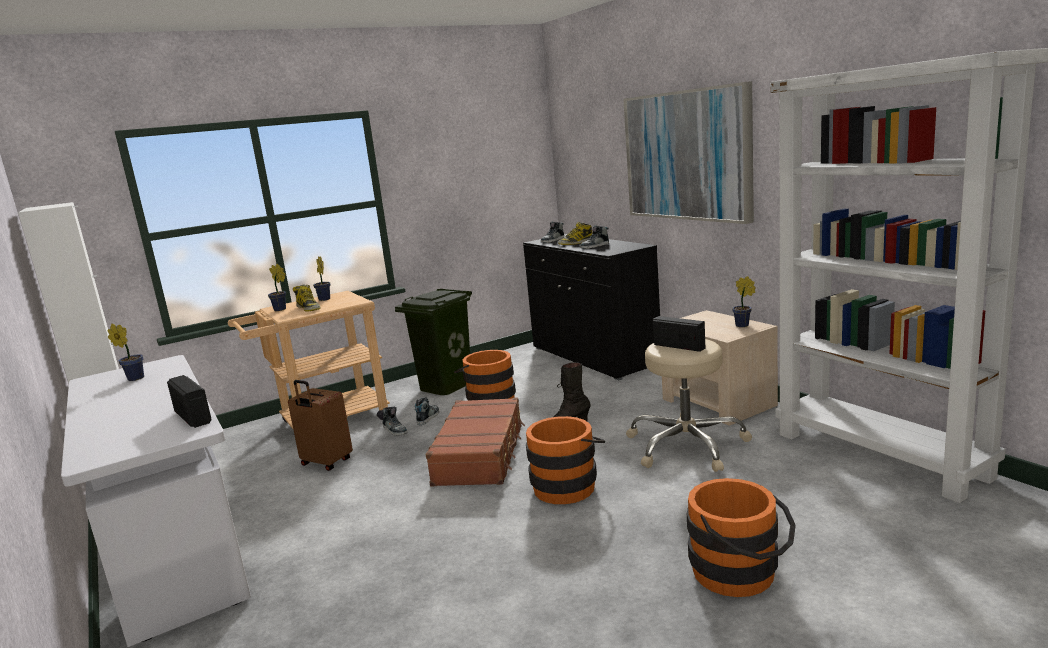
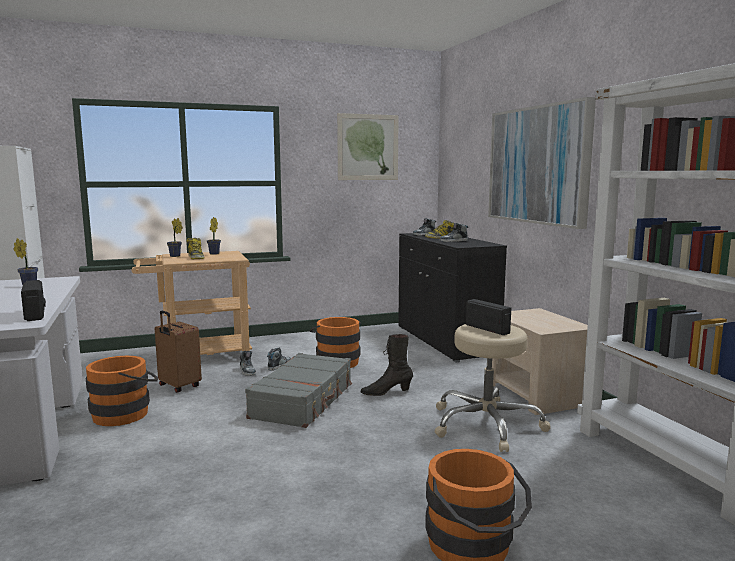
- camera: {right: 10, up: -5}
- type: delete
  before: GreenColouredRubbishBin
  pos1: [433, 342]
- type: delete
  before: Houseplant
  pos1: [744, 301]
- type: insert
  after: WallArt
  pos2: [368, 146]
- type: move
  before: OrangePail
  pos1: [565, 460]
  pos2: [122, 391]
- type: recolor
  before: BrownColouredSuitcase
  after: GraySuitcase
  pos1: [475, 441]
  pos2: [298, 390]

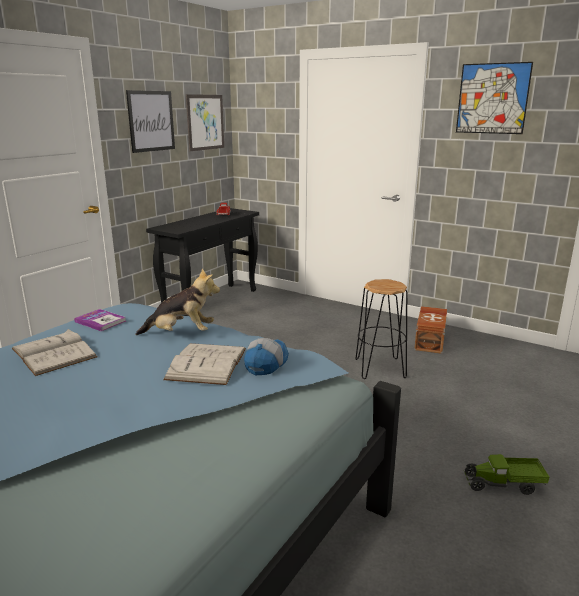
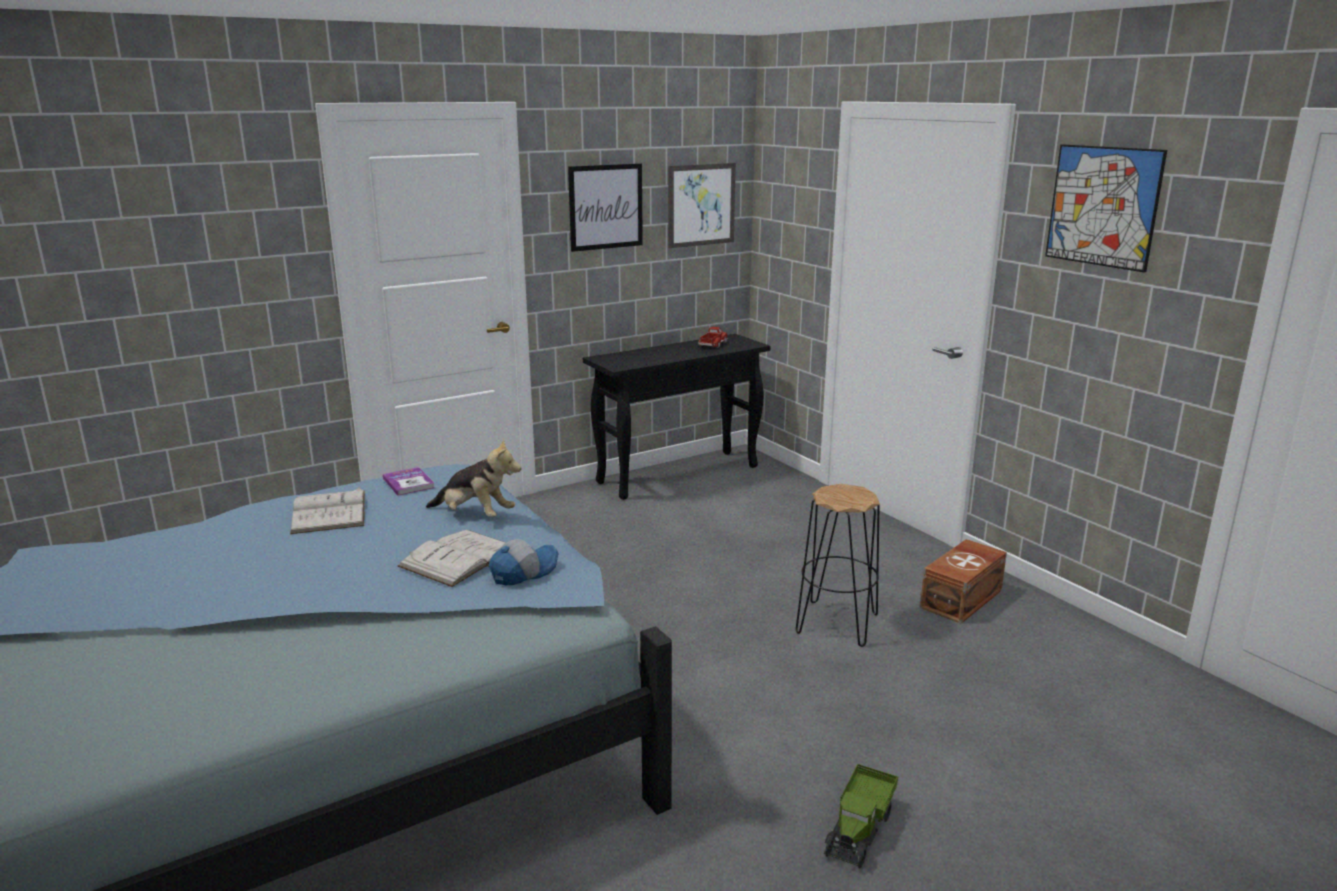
- camera: {right: 25, up: 0}
- type: rotate
  before: ToyTruck
  pos1: [507, 474]
  pos2: [861, 816]
  turn: -90

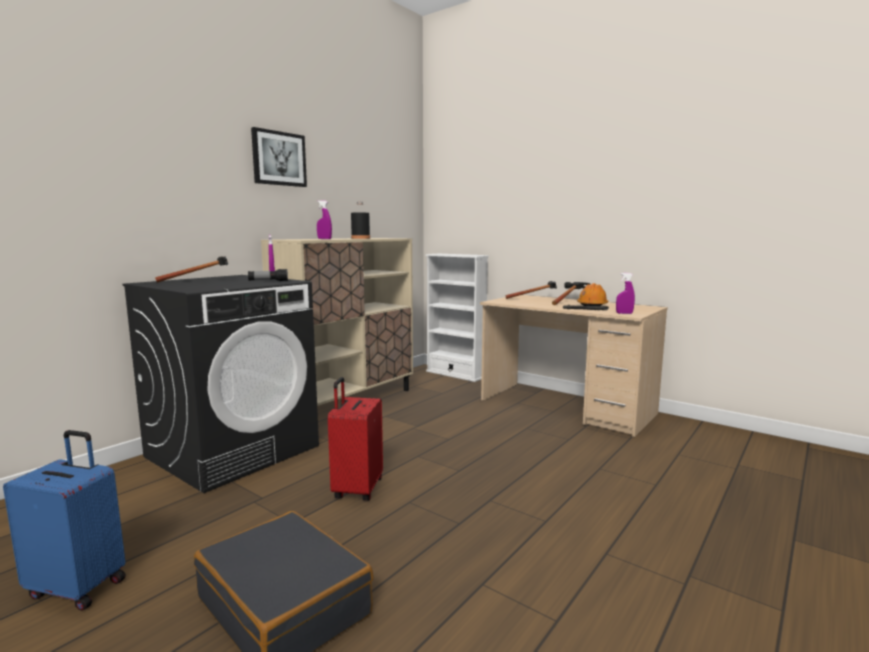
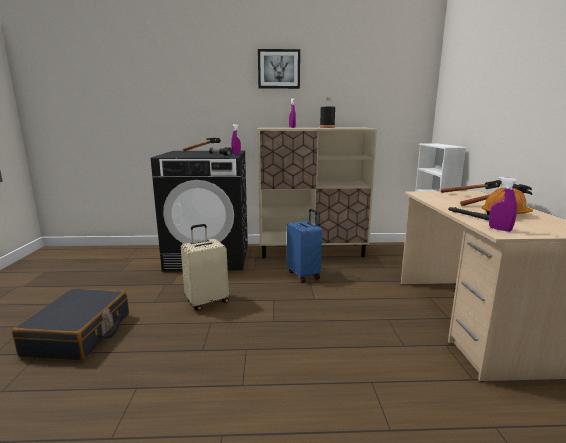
- camera: {right: 50, up: 5}
- type: move
  before: BlueColouredSuitcase
  pos1: [64, 520]
  pos2: [304, 246]
- type: recolor
  before: RedSuitcase
  after: BeigeSuitcase
  pos1: [355, 439]
  pos2: [205, 267]

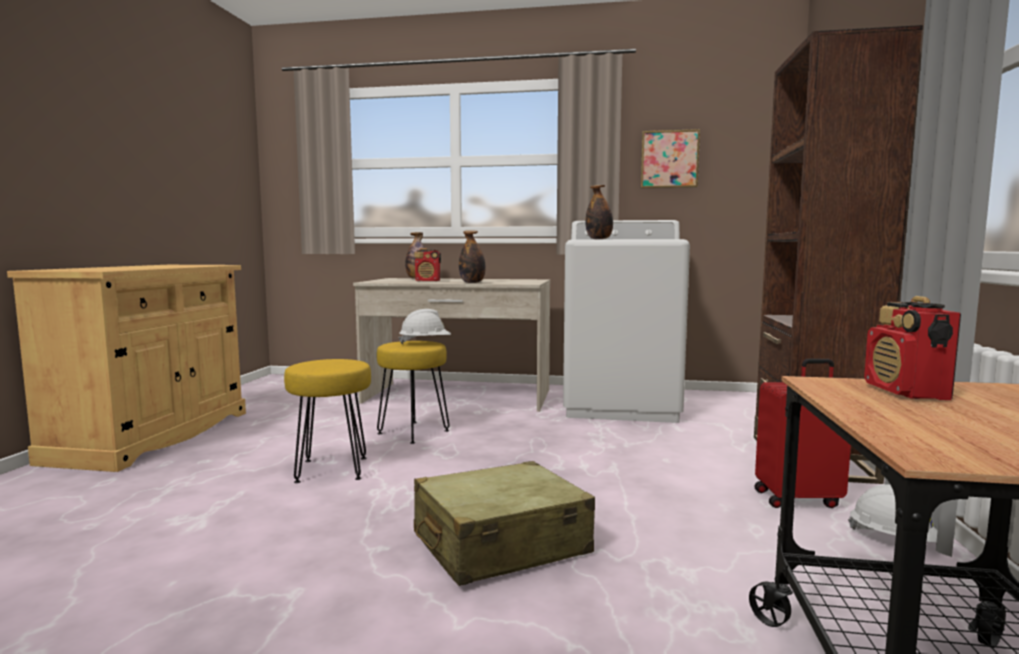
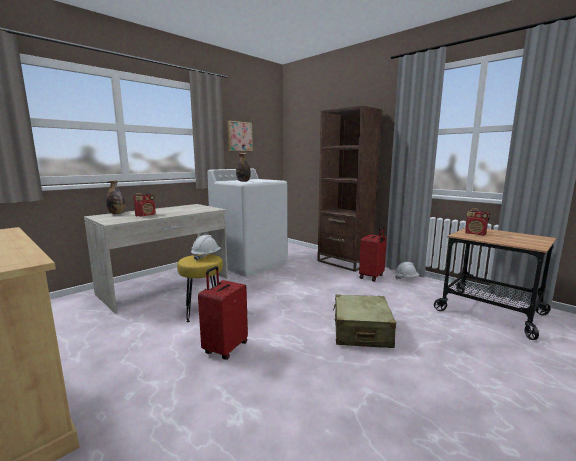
- camera: {right: -55, up: 5}
- type: delete
  before: BeverageBottle
  pos1: [472, 256]
- type: replace
  before: YellowStool
  after: RedSuitcase
  pos1: [327, 421]
  pos2: [223, 313]

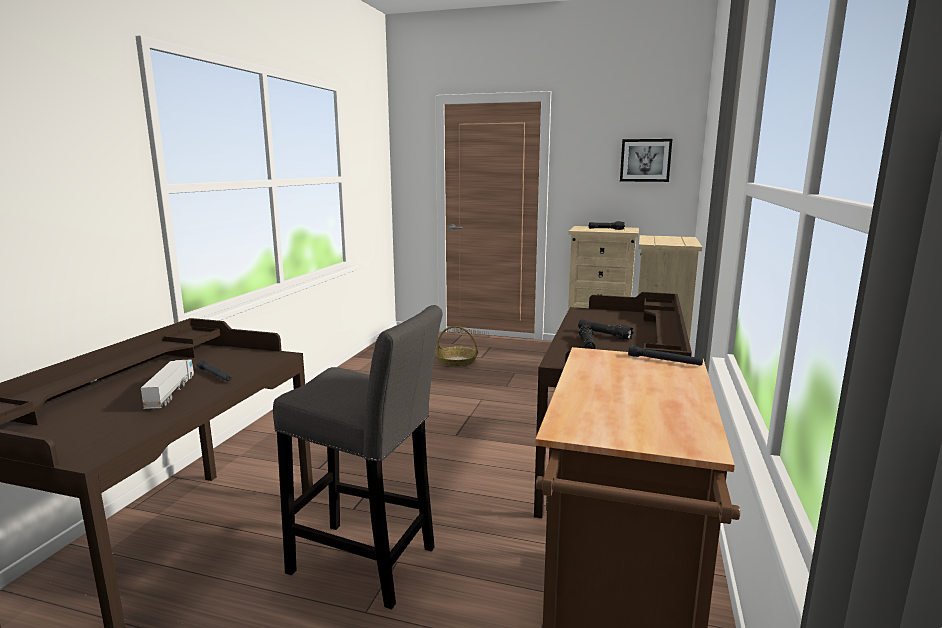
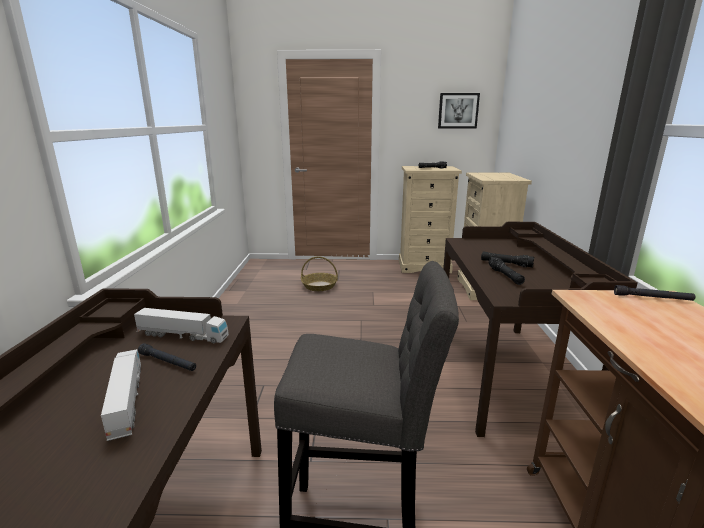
- camera: {right: -15, up: 5}
- type: insert
  after: ToyTruck
  pos2: [181, 325]

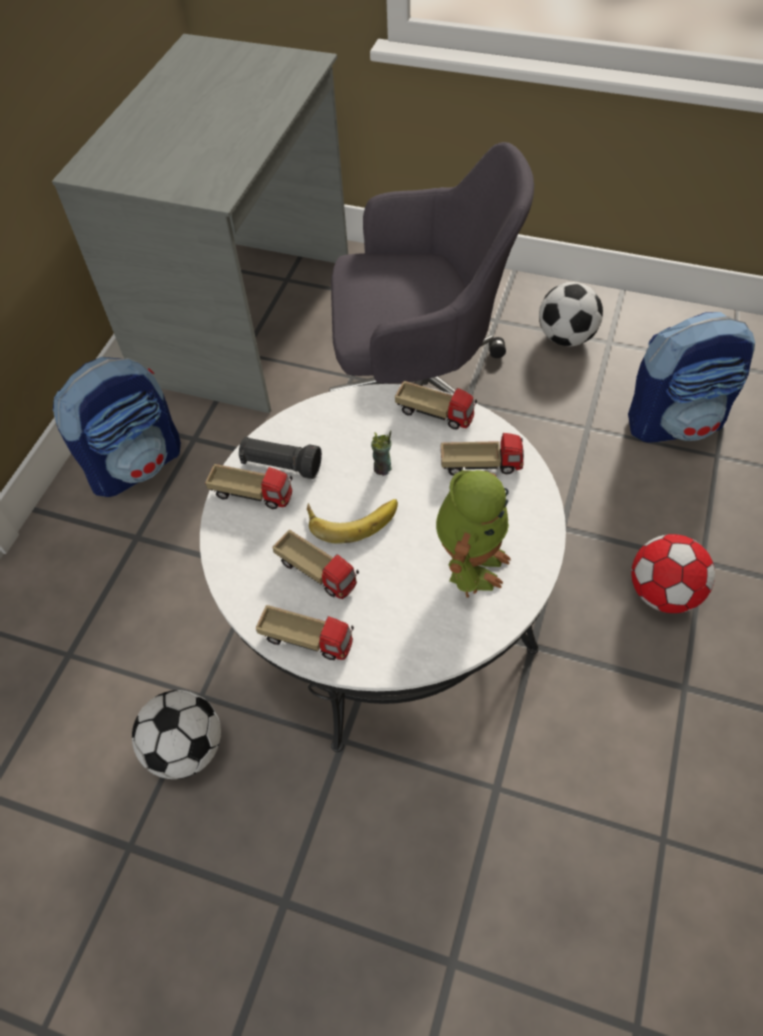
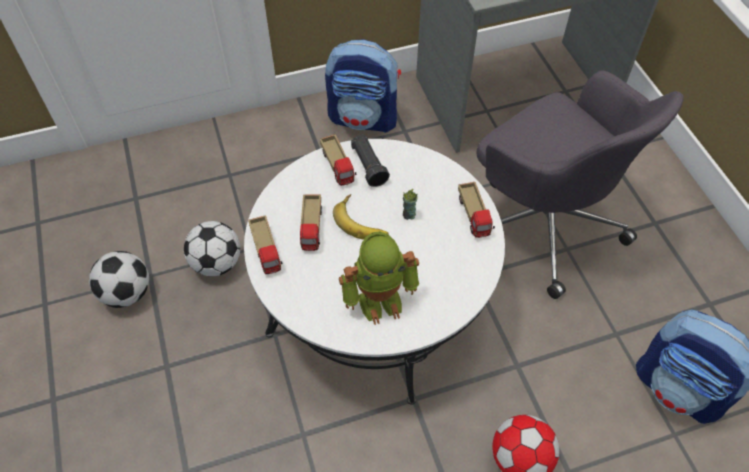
- camera: {right: 50, up: 0}
- type: delete
  before: ToyTruck
  pos1: [482, 454]
- type: move
  before: BallForFootball
  pos1: [571, 314]
  pos2: [119, 279]

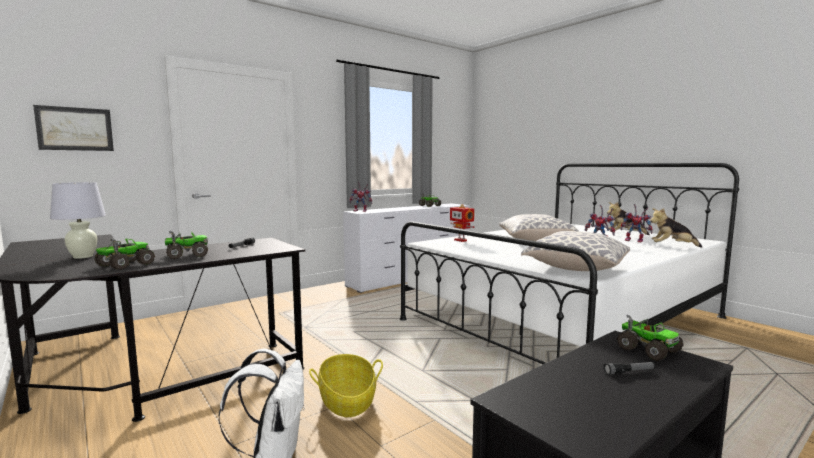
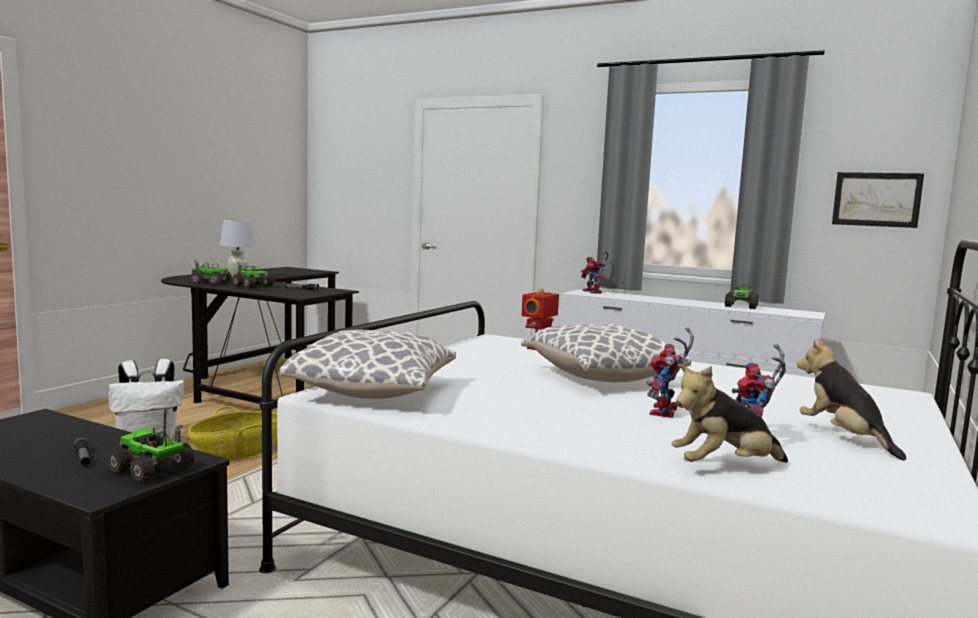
- camera: {right: 65, up: 0}
- type: move
  before: WallArt
  pos1: [73, 128]
  pos2: [878, 200]
- type: rotate
  before: ToyTruck
  pos1: [650, 338]
  pos2: [151, 454]
  turn: 90
- type: rotate
  before: CuddlyToy
  pos1: [676, 228]
  pos2: [729, 413]
  turn: -90

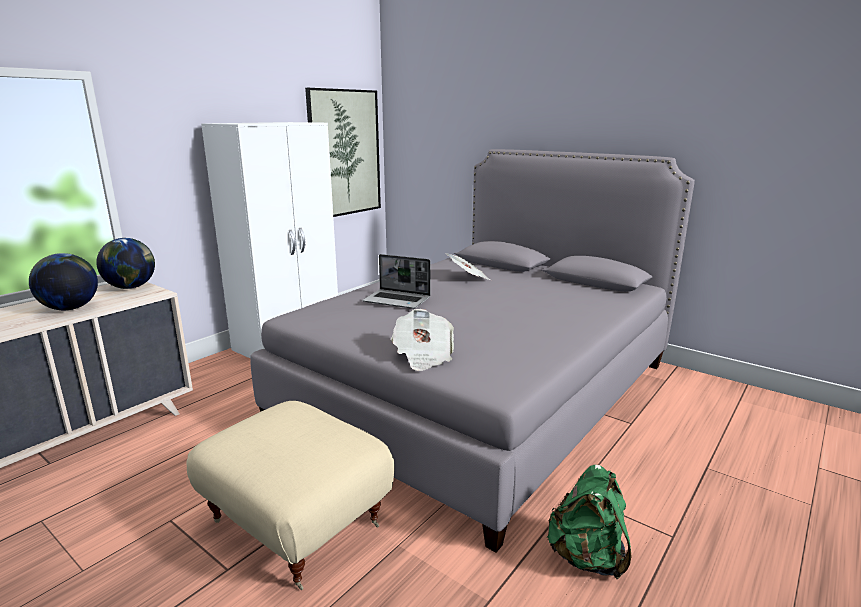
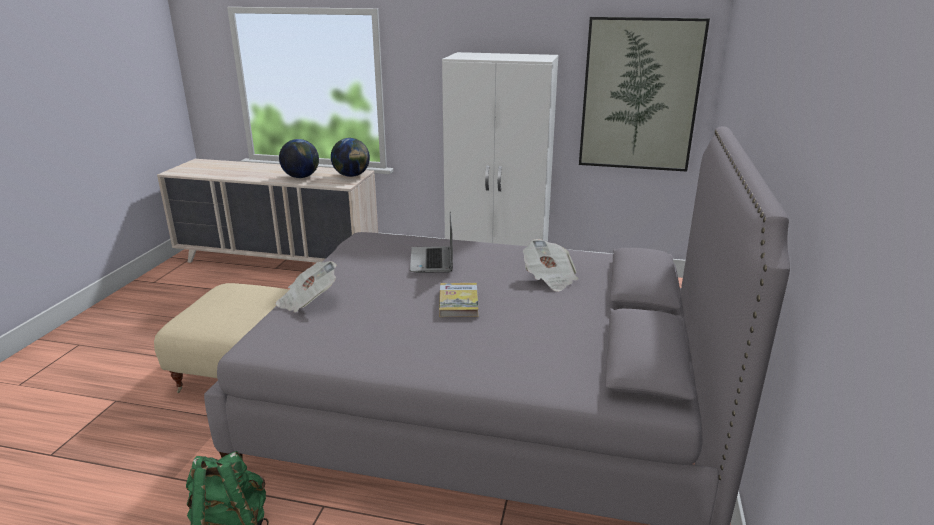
- camera: {right: 65, up: 5}
- type: insert
  after: Book
  pos2: [458, 300]

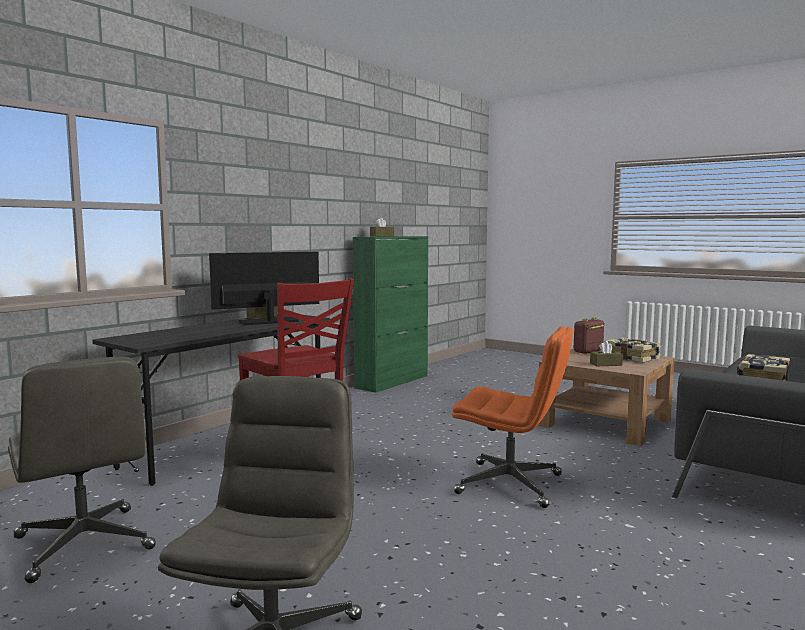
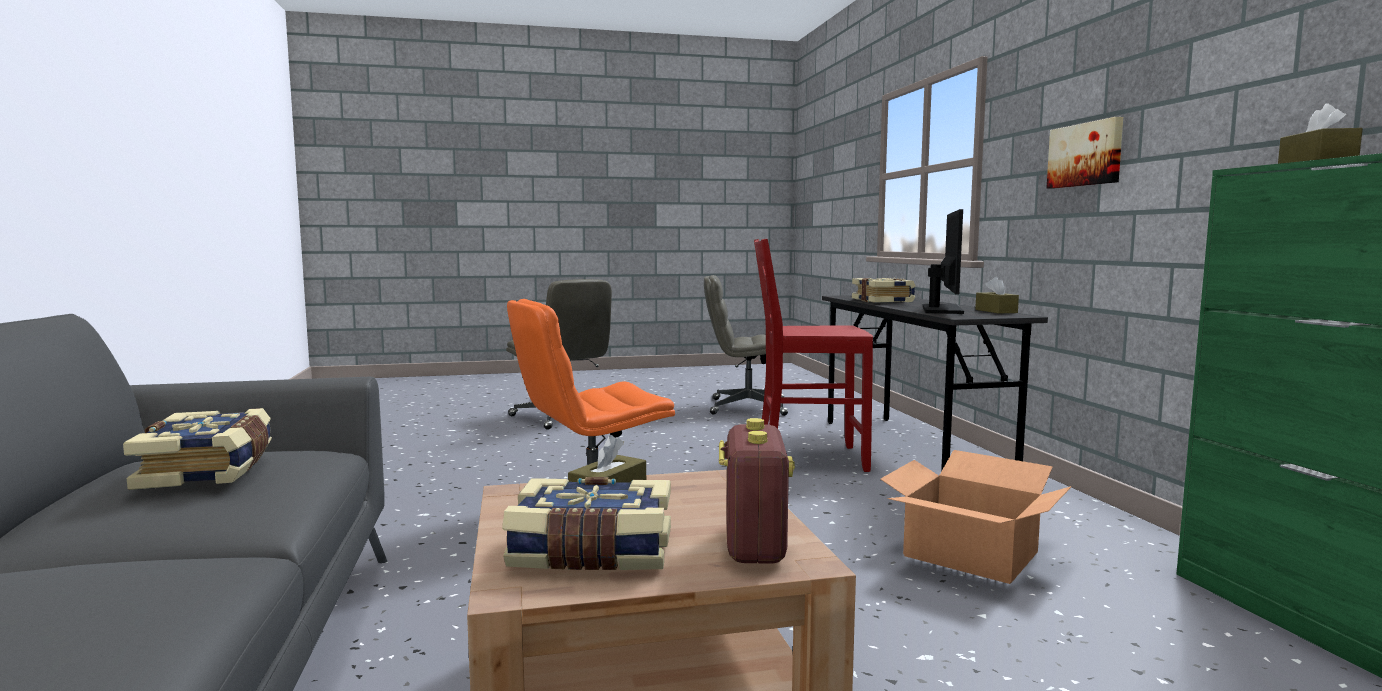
- camera: {right: 130, up: 0}
- type: insert
  after: Book
  pos2: [884, 290]
- type: insert
  after: CardboardBox
  pos2: [976, 517]
- type: insert
  after: WallArt
  pos2: [1085, 153]

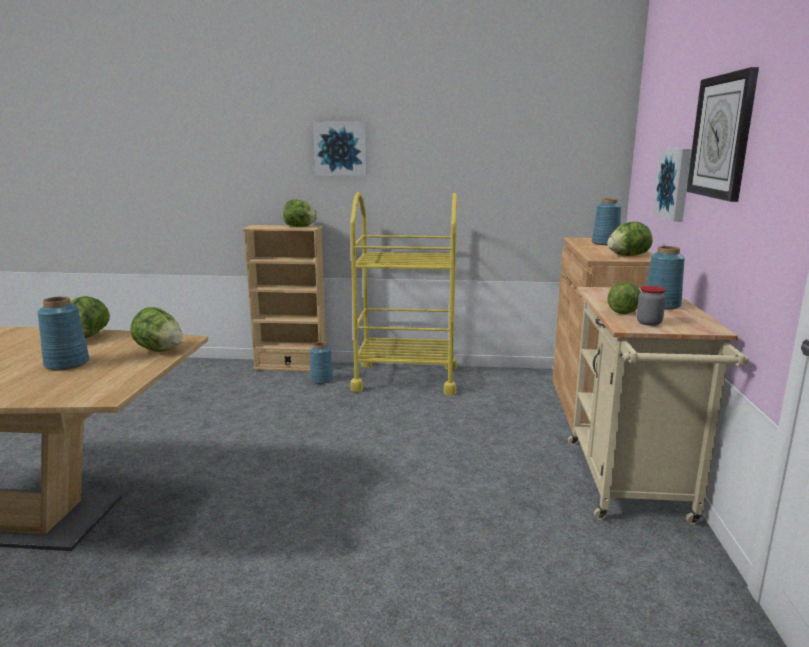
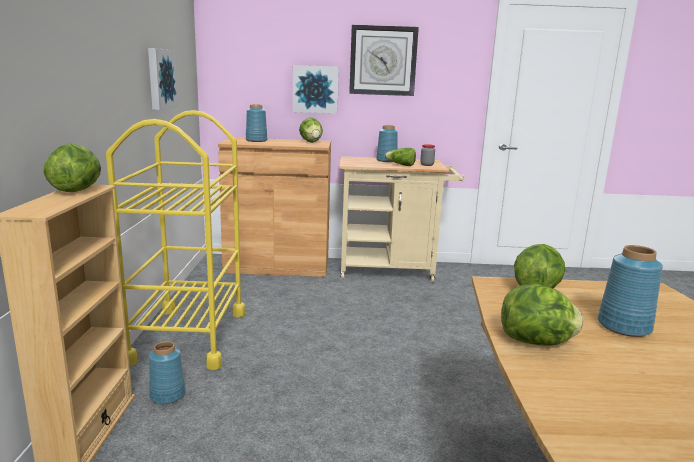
- camera: {right: -95, up: 0}
- type: move
  before: WallArt
  pos1: [340, 149]
  pos2: [163, 79]

